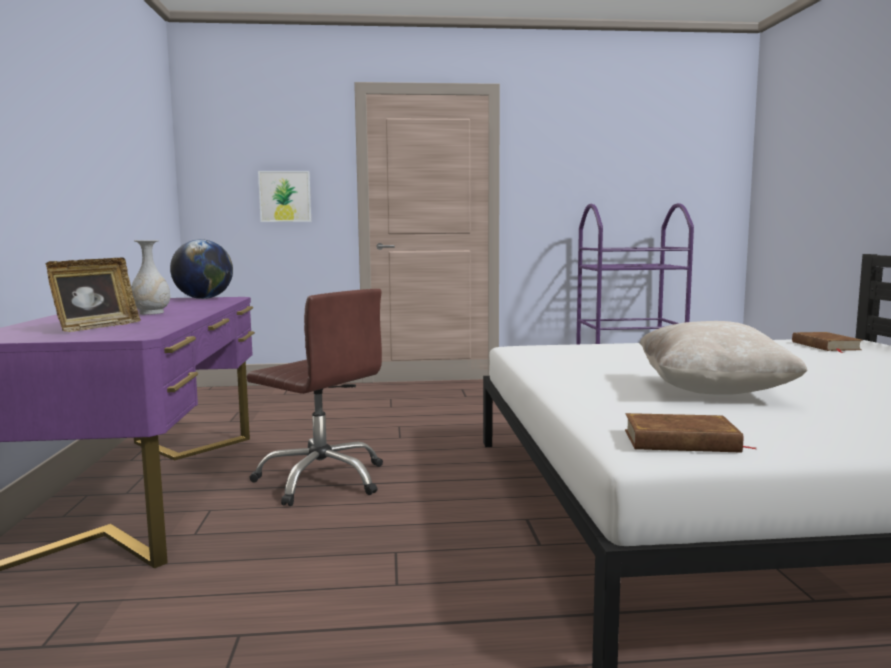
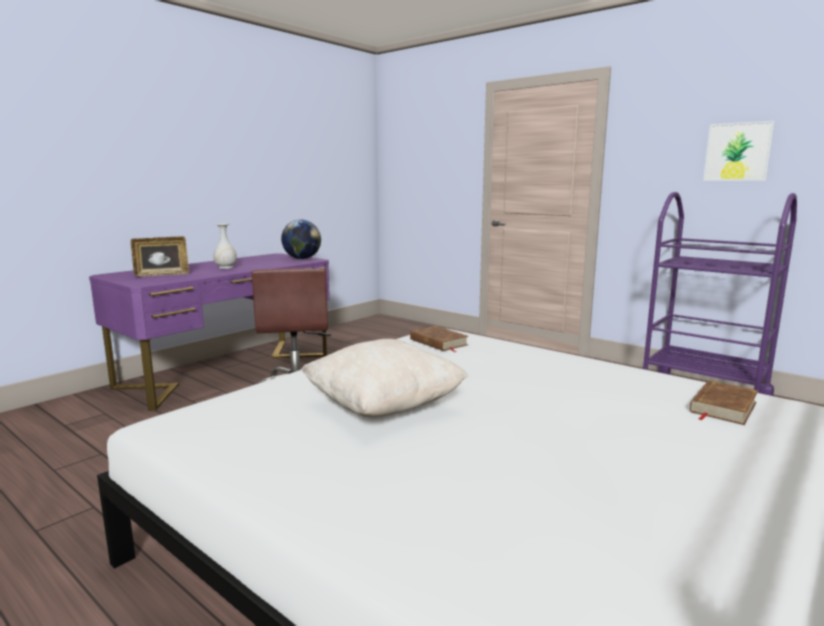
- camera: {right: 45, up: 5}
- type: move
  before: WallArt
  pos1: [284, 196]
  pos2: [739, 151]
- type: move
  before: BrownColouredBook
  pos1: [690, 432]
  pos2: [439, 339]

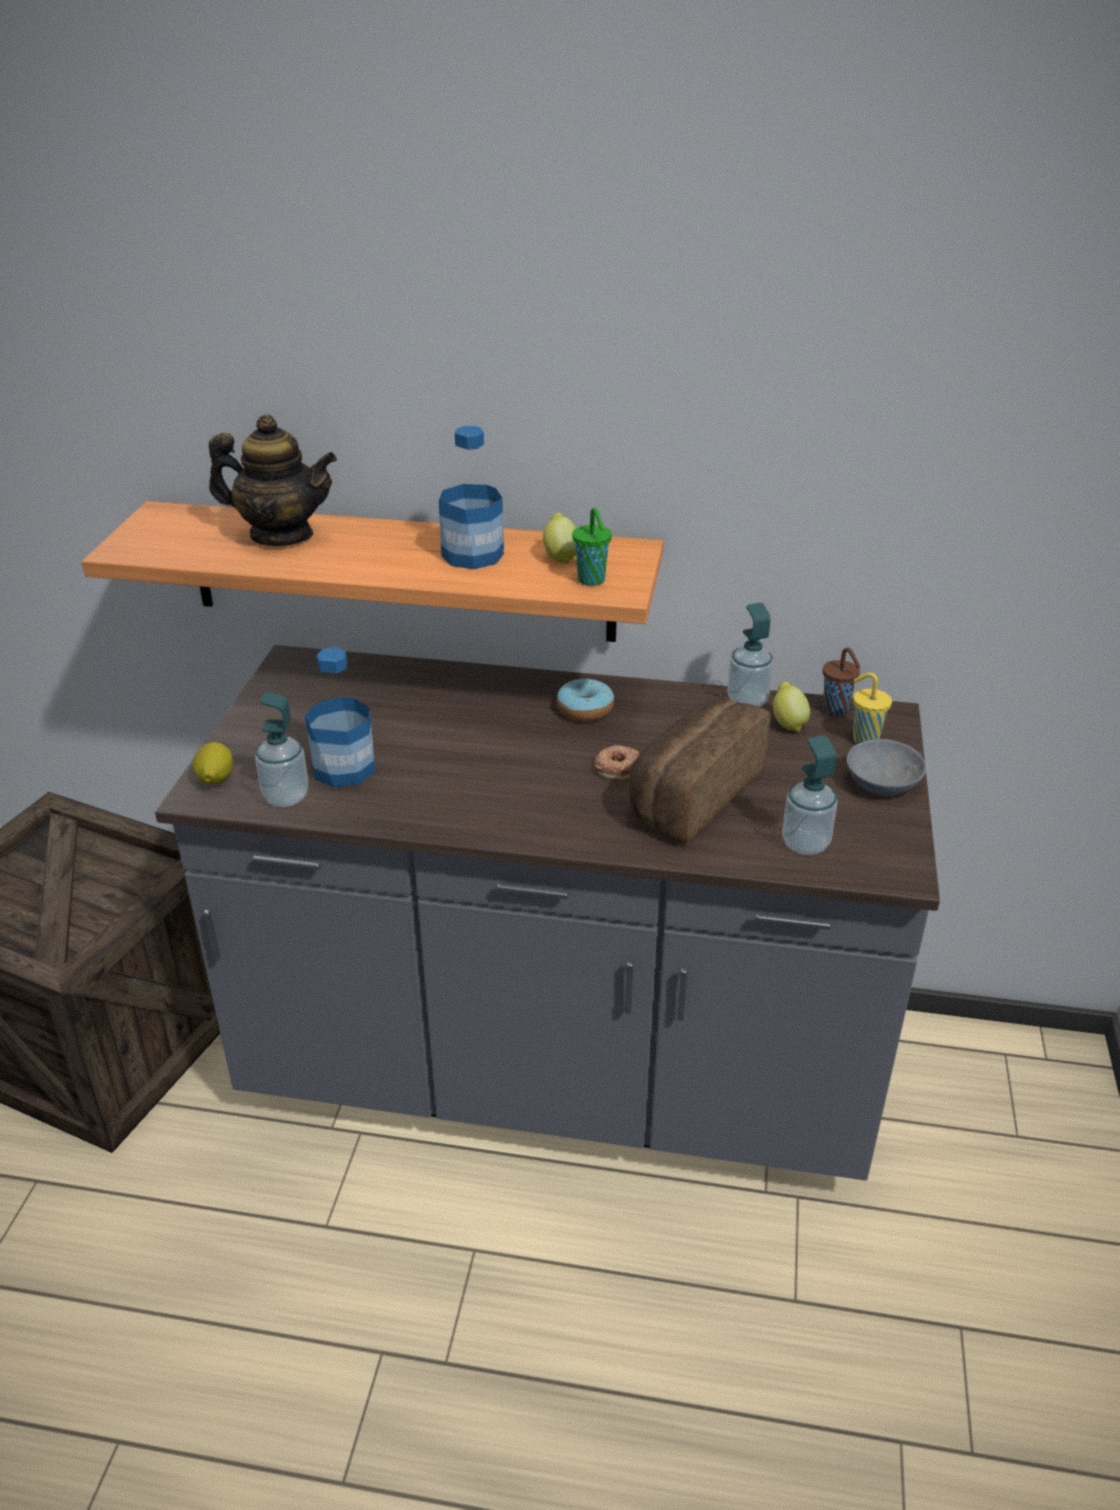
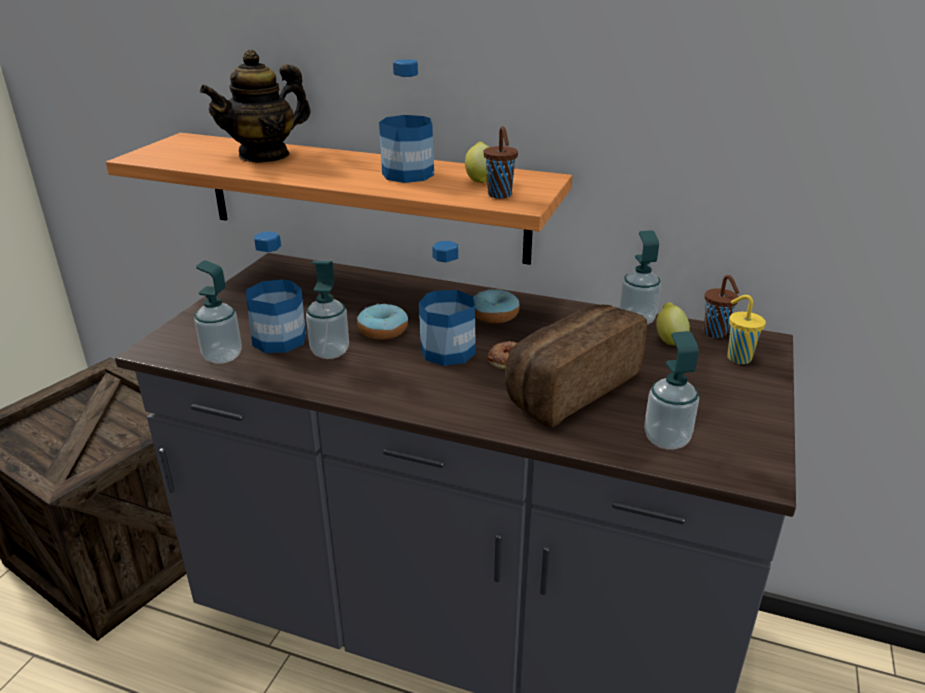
- camera: {right: 10, up: -5}
- type: delete
  before: WholeLemon
  pos1: [213, 763]
- type: delete
  before: GrayServingBowl
  pos1: [886, 767]
- type: insert
  after: LiquidSoapBottle
  pos2: [327, 310]
- type: insert
  after: Donut
  pos2: [382, 321]
- type: insert
  after: BeverageBottle
  pos2: [447, 303]
- type: recolor
  before: GreenColouredCup
  after: BrownColouredCup
  pos1: [592, 546]
  pos2: [501, 162]
- type: rotate
  before: PotForTea
  pos1: [273, 480]
  pos2: [255, 106]
  turn: 120

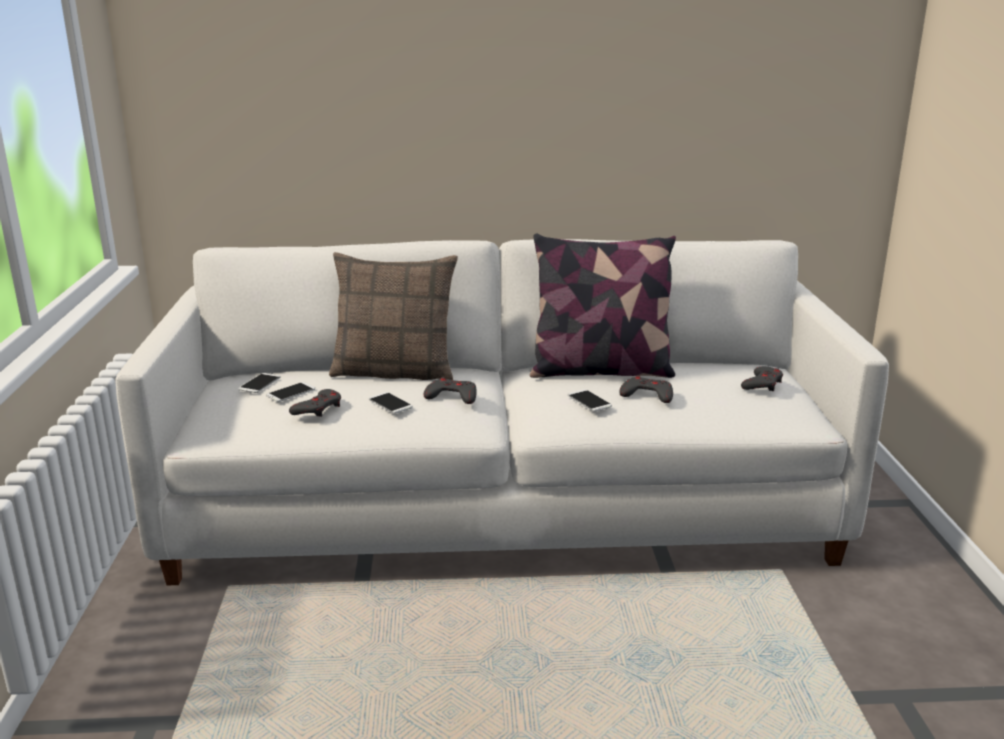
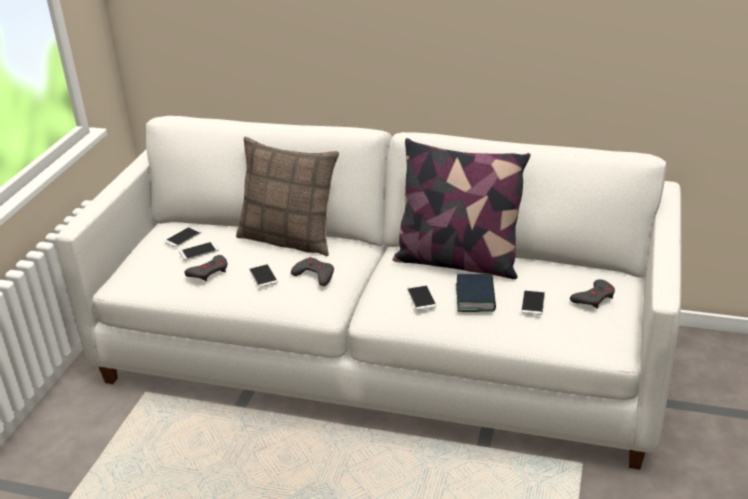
- camera: {right: 20, up: 10}
- type: insert
  after: Telephone
  pos2: [533, 302]
- type: replace
  before: GrayGameController
  after: Book
  pos1: [646, 389]
  pos2: [476, 293]

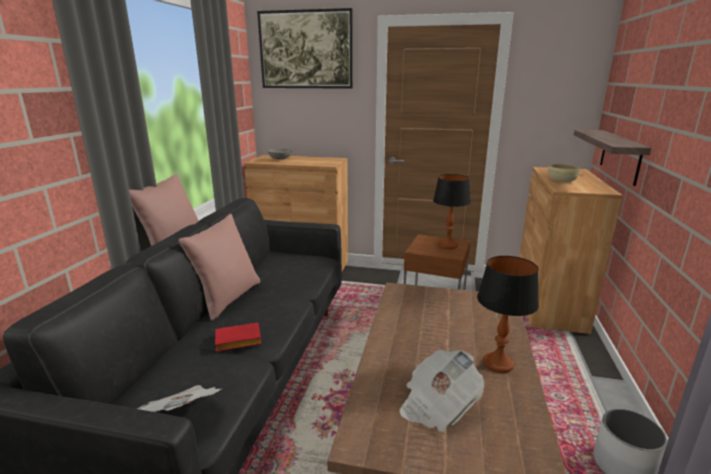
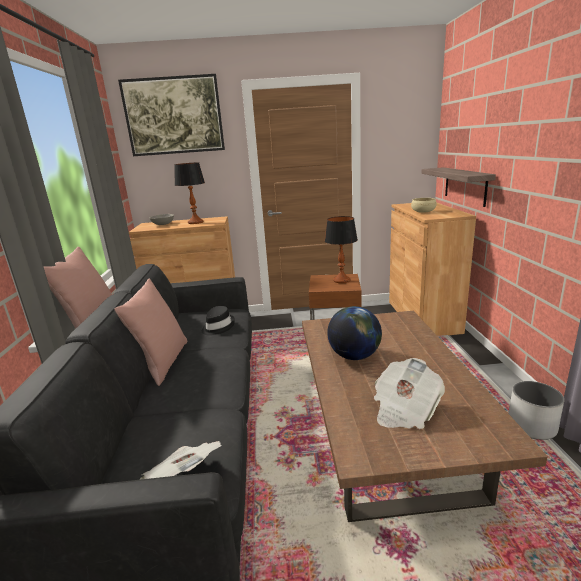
- camera: {right: -15, up: 0}
- type: delete
  before: RedBook
  pos1: [238, 337]
- type: insert
  after: BlackColouredHat
  pos2: [218, 320]
- type: insert
  after: Globe
  pos2: [354, 333]
- type: move
  before: LampForATable
  pos1: [508, 314]
  pos2: [189, 193]

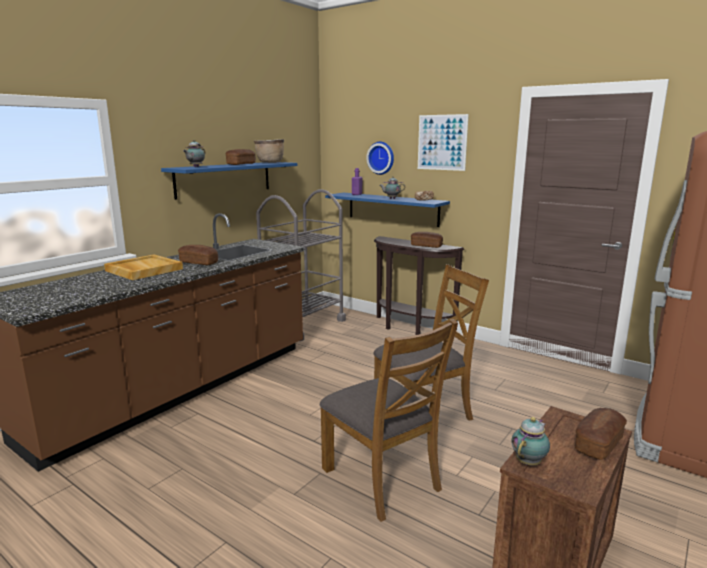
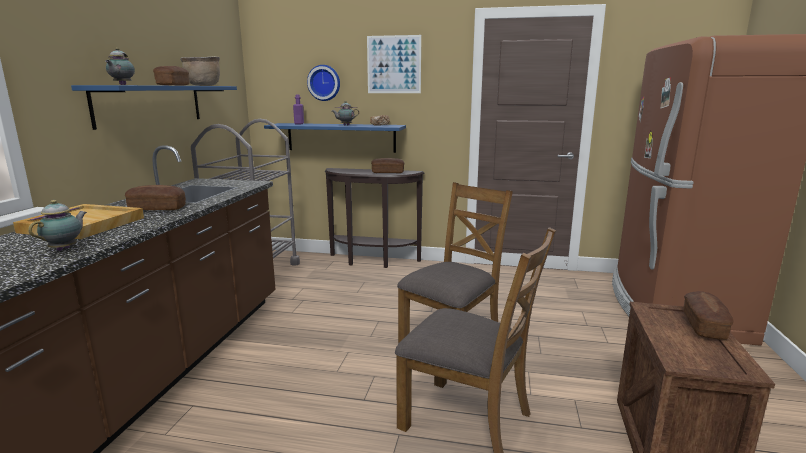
- camera: {right: -25, up: 0}
- type: move
  before: PotForTea
  pos1: [530, 441]
  pos2: [57, 225]

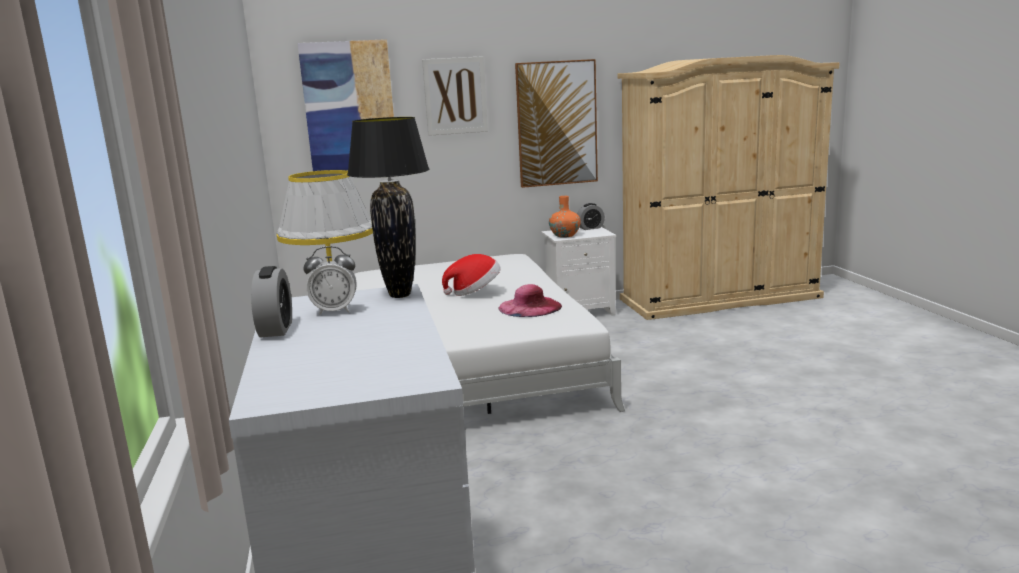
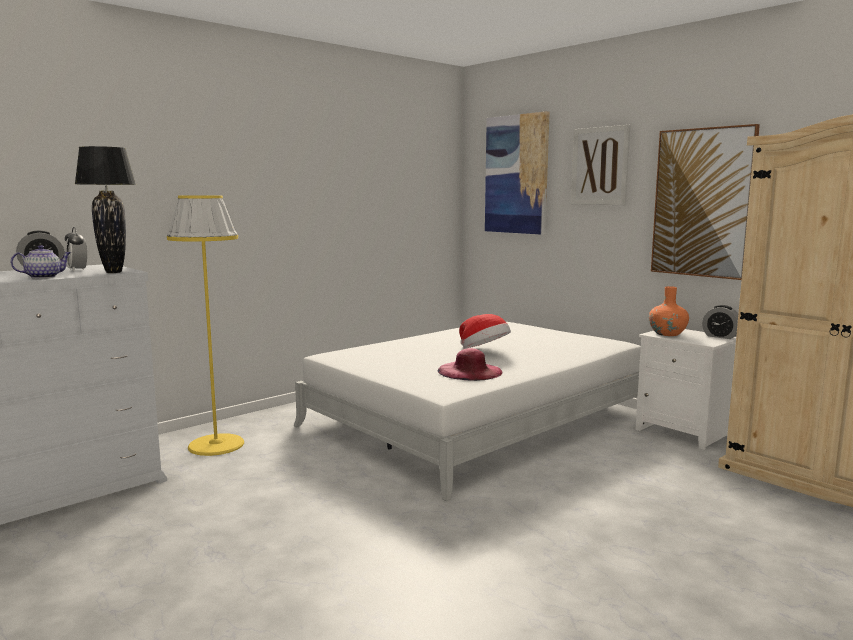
- camera: {right: 60, up: -5}
- type: insert
  after: PotForTea
  pos2: [40, 261]

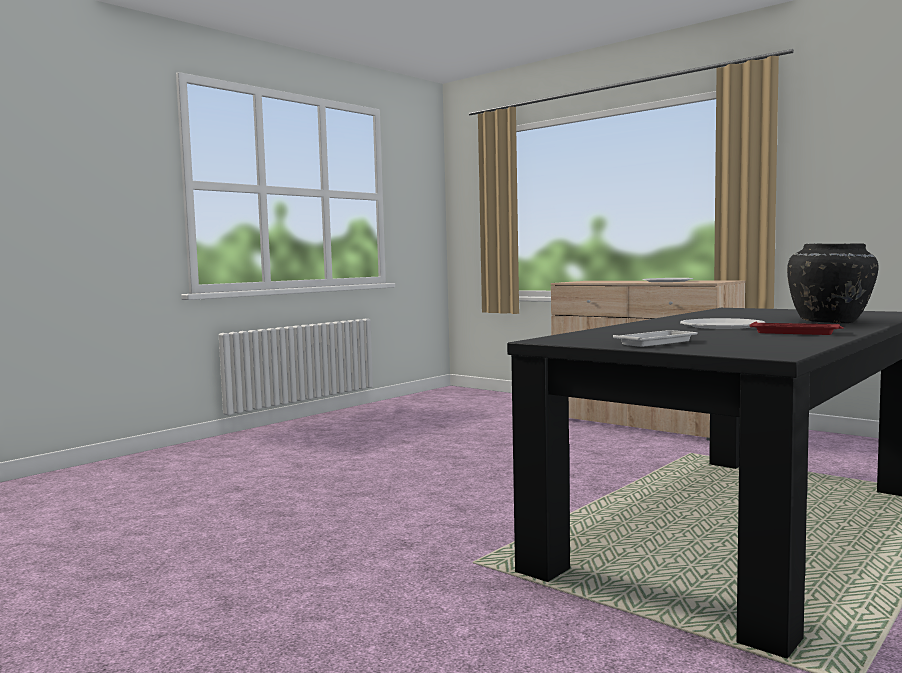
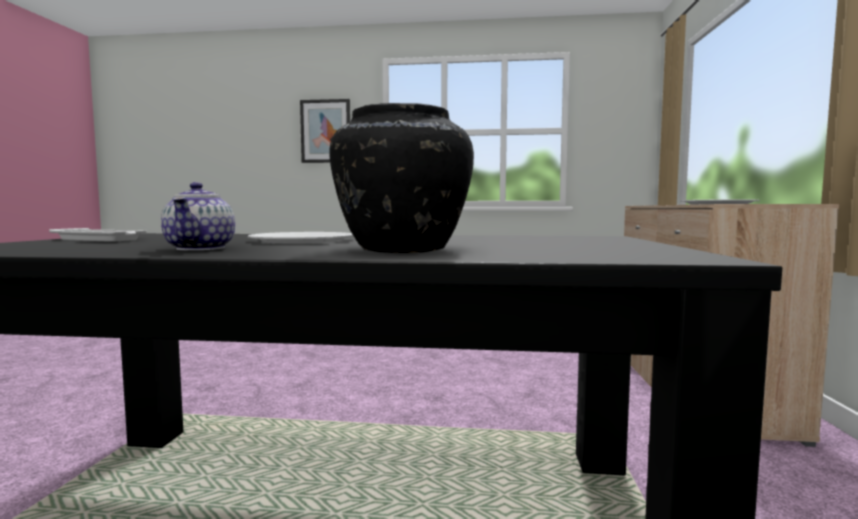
- camera: {right: 55, up: 0}
- type: insert
  after: WallArt
  pos2: [325, 131]
- type: replace
  before: RedCarryingTray
  after: PotForTea
  pos1: [797, 328]
  pos2: [198, 216]

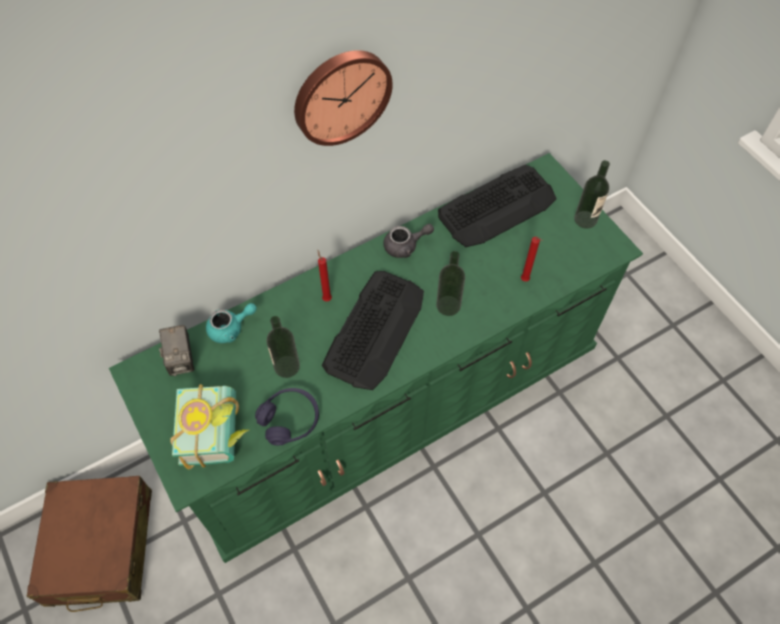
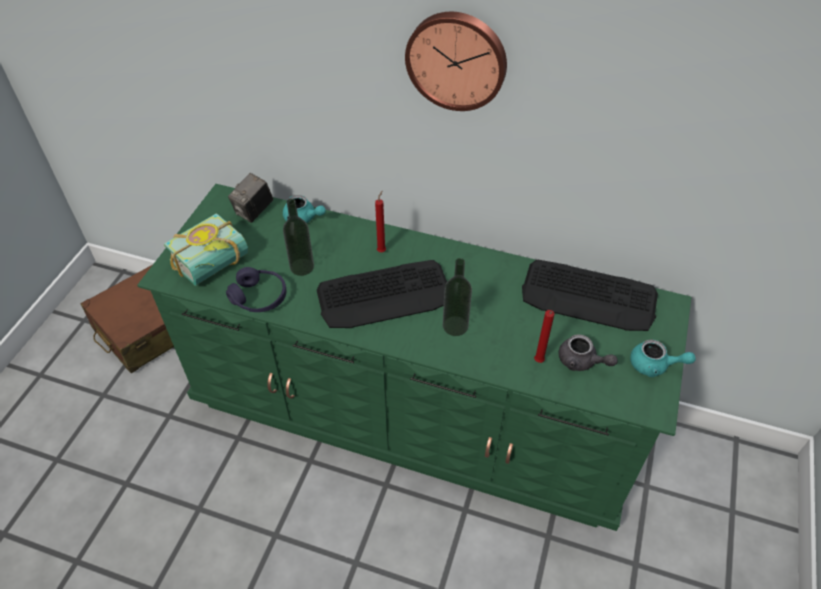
- camera: {right: 50, up: -10}
- type: move
  before: GrayPotForTea
  pos1: [409, 241]
  pos2: [588, 352]
- type: replace
  before: BeverageBottle
  after: BlueGreenPotForTea
  pos1: [592, 194]
  pos2: [663, 358]

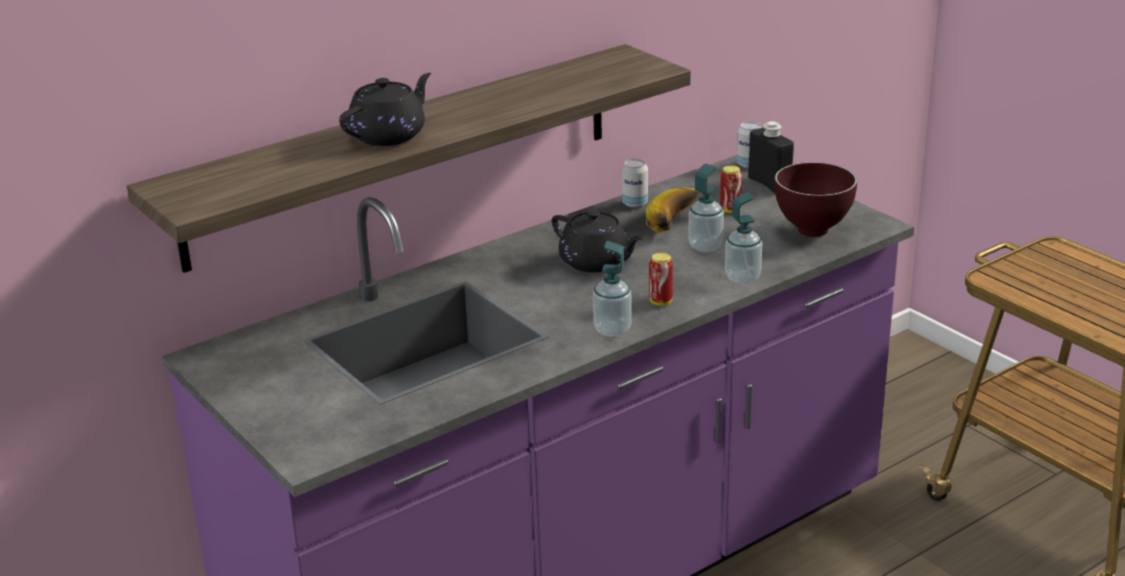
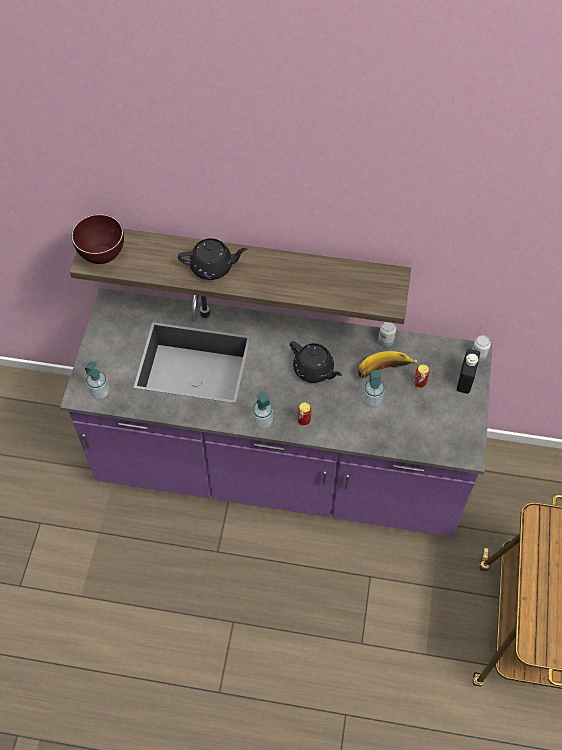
- camera: {right: 45, up: 30}
- type: move
  before: LiquidSoapBottle
  pos1: [743, 238]
  pos2: [97, 380]
- type: move
  before: BrownColouredServingBowl
  pos1: [816, 199]
  pos2: [98, 239]
- type: rotate
  before: BlackColouredPotForTea
  pos1: [597, 241]
  pos2: [316, 362]
  turn: -45

